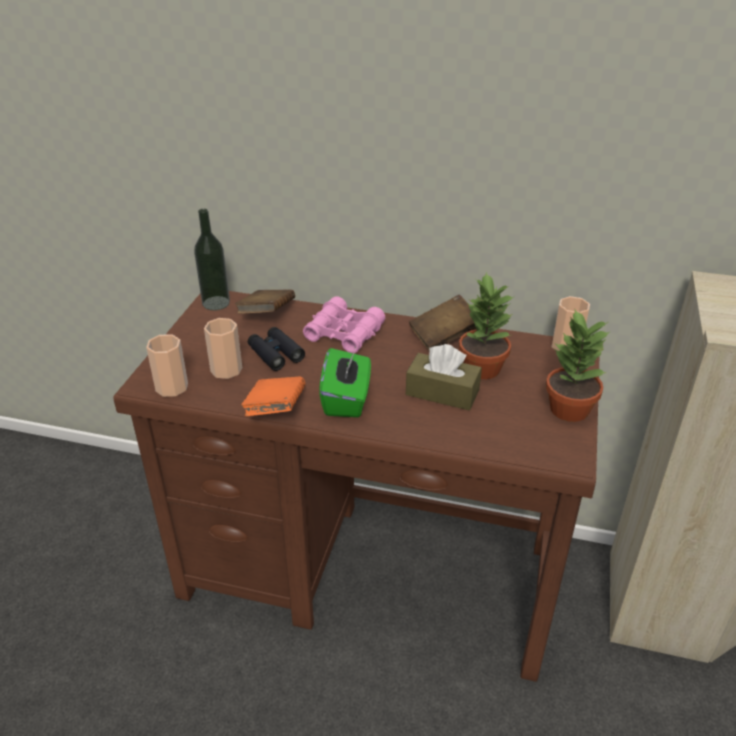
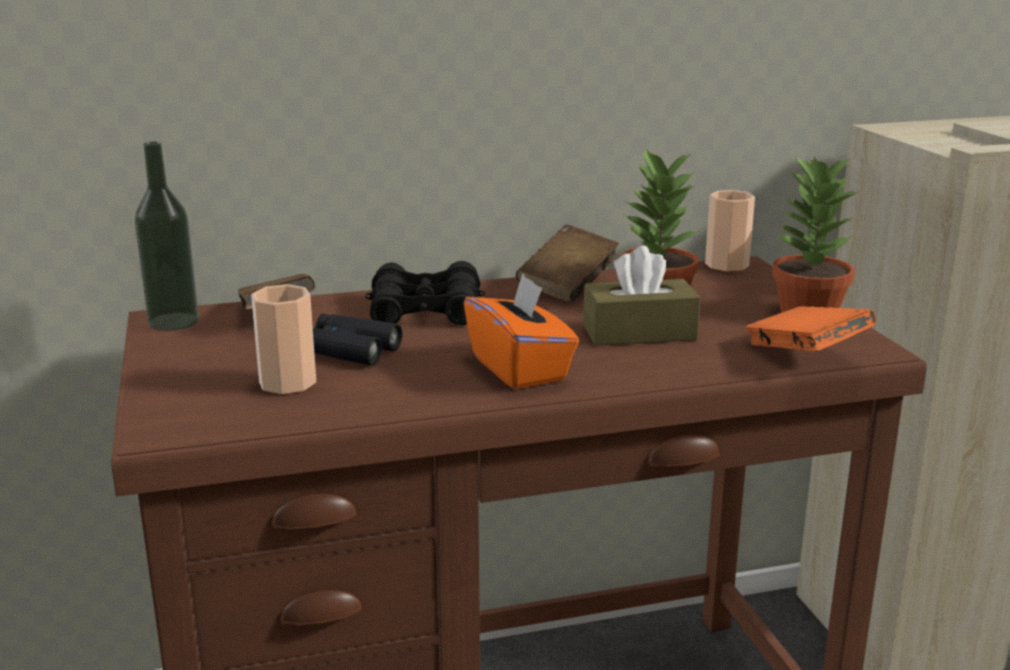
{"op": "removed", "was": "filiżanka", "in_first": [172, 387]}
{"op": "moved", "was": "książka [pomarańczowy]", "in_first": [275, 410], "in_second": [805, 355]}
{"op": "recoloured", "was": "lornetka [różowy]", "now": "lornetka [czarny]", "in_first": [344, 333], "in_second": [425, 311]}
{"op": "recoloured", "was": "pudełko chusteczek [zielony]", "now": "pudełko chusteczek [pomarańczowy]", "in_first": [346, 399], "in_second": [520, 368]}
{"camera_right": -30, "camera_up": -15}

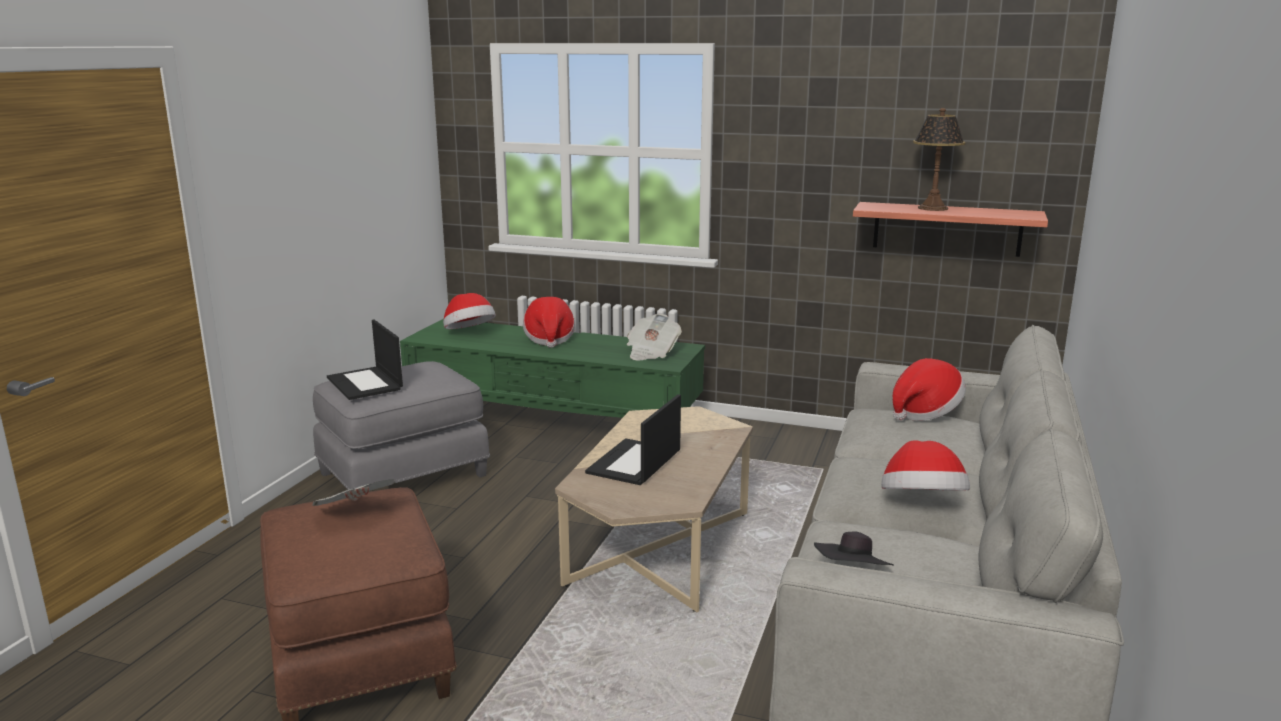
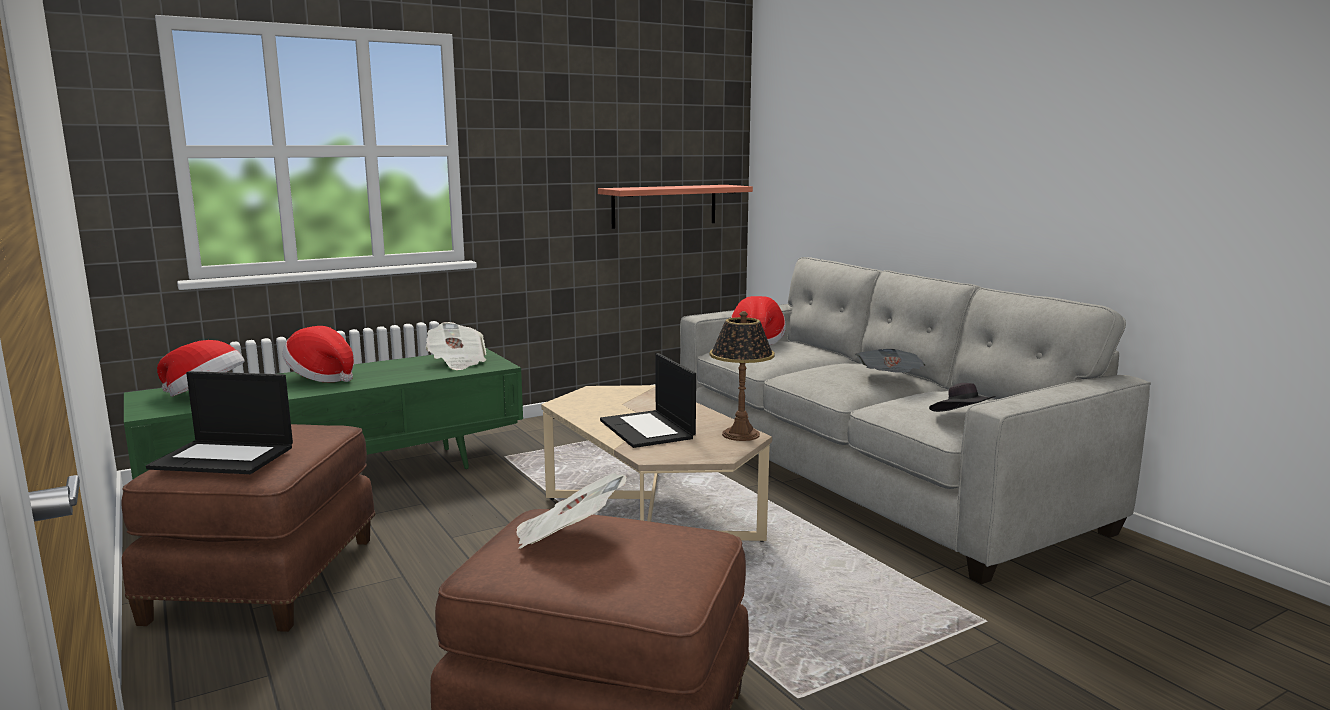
{"op": "moved", "was": "lampa stołowa", "in_first": [932, 208], "in_second": [740, 434]}
{"op": "replaced", "was": "kapelusz", "now": "gazeta", "in_first": [921, 504], "in_second": [889, 379]}
{"op": "recoloured", "was": "pufa [szary]", "now": "pufa [brązowy]", "in_first": [404, 475], "in_second": [268, 579]}
{"camera_right": -50, "camera_up": -5}

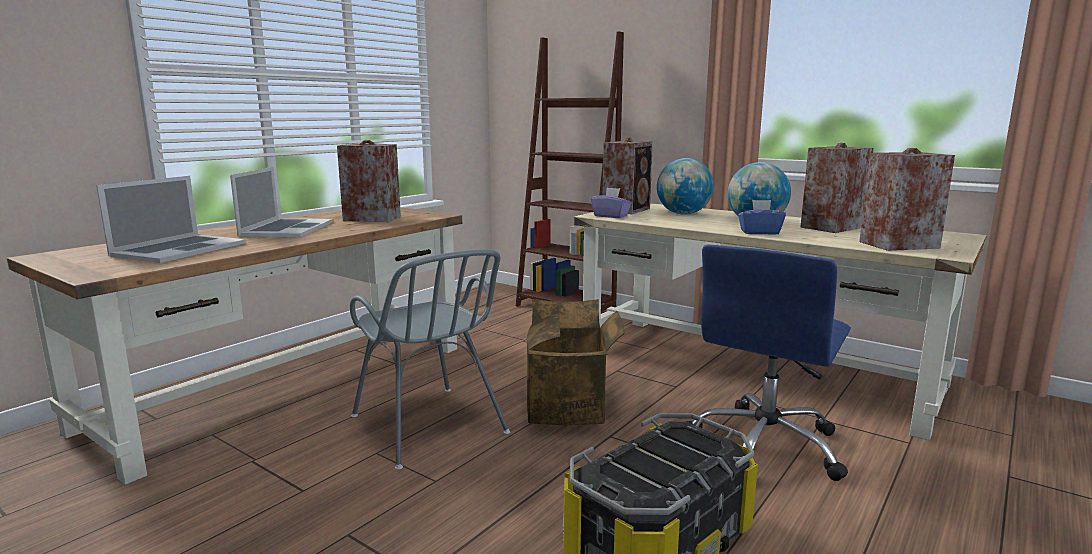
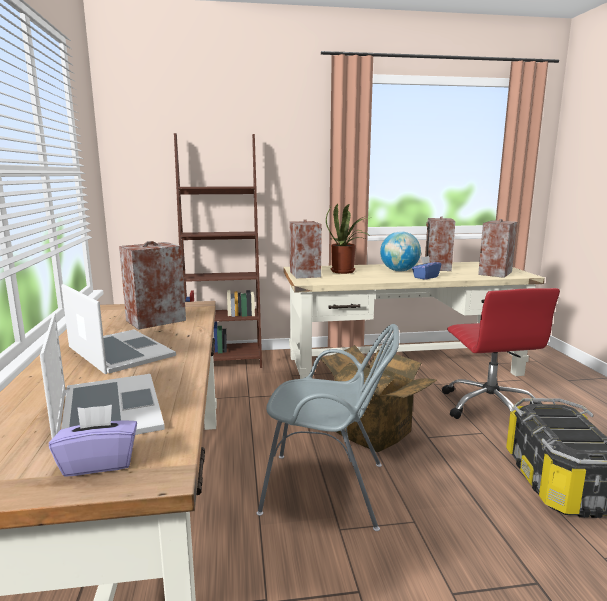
{"op": "moved", "was": "pudełko chusteczek [fioletowy]", "in_first": [611, 216], "in_second": [99, 462]}
{"op": "replaced", "was": "globus", "now": "roślina doniczkowa", "in_first": [683, 214], "in_second": [345, 271]}
{"op": "recoloured", "was": "krzesło biurowe [niebieski]", "now": "krzesło biurowe [czerwony]", "in_first": [765, 446], "in_second": [489, 407]}
{"camera_right": -45, "camera_up": 0}

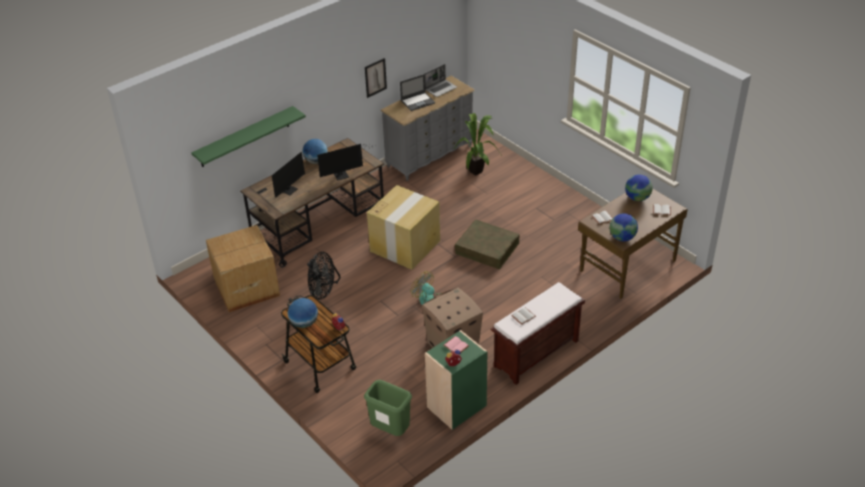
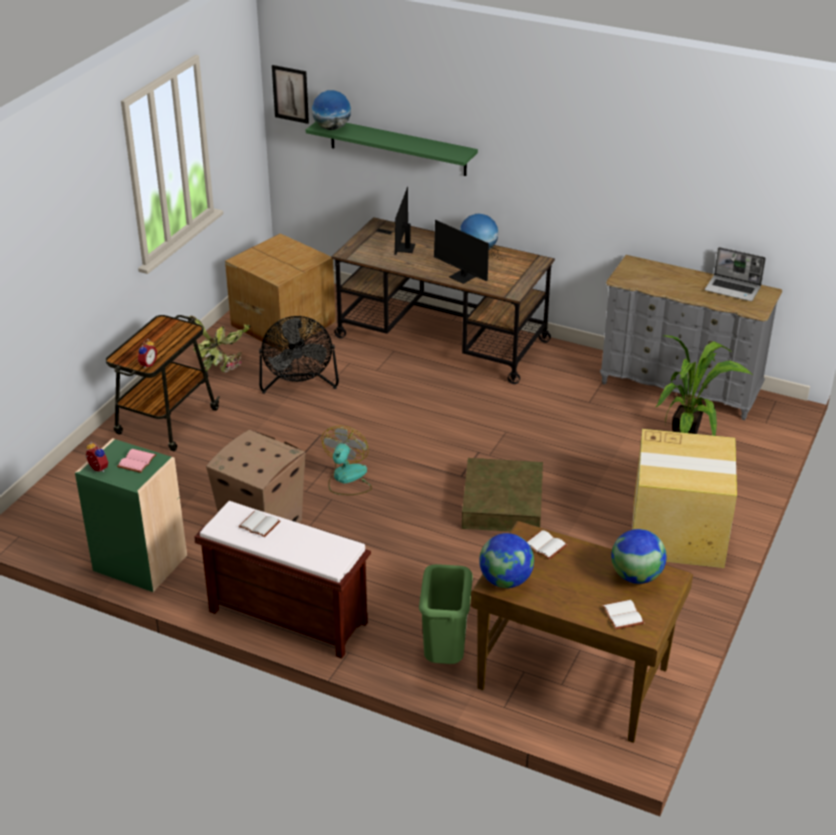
{"op": "removed", "was": "laptop", "in_first": [418, 101]}
{"op": "added", "now": "roślina doniczkowa", "in_second": [221, 366]}
{"op": "moved", "was": "globus", "in_first": [304, 323], "in_second": [332, 128]}
{"op": "moved", "was": "kosz na śmieci [zielony]", "in_first": [391, 430], "in_second": [445, 656]}
{"op": "moved", "was": "obraz", "in_first": [375, 77], "in_second": [290, 94]}
{"op": "moved", "was": "karton", "in_first": [405, 245], "in_second": [679, 532]}
{"op": "turned", "was": "monitor", "in_first": [291, 189], "in_second": [403, 249], "clockwise": 90}
{"camera_right": 65, "camera_up": -5}

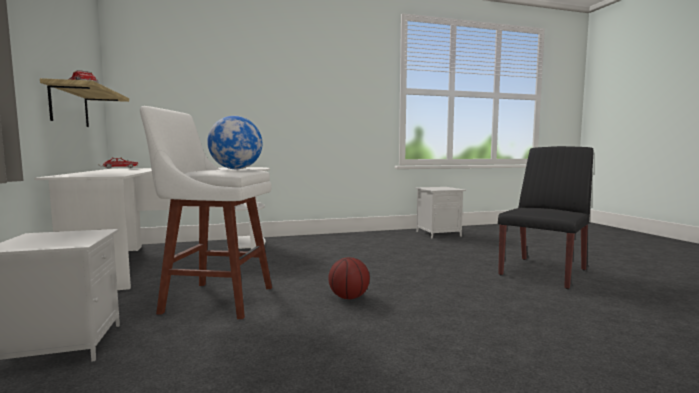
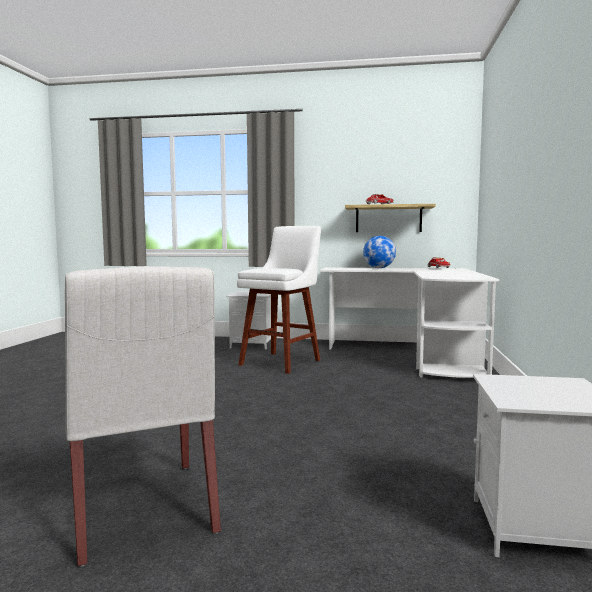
{"op": "removed", "was": "piłka do koszykówki", "in_first": [348, 297]}
{"op": "moved", "was": "globus", "in_first": [236, 169], "in_second": [379, 268]}
{"op": "recoloured", "was": "krzesło [czarny]", "now": "krzesło [biały]", "in_first": [543, 272], "in_second": [143, 509]}
{"camera_right": 115, "camera_up": 0}

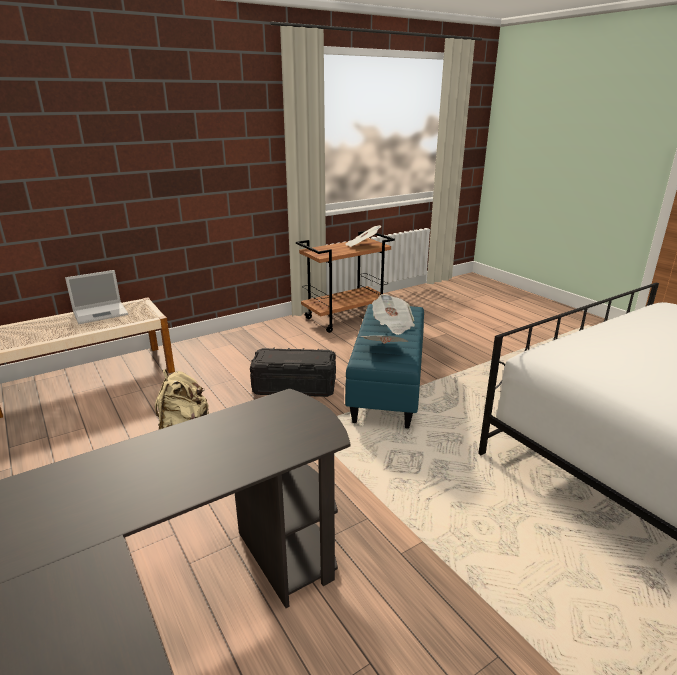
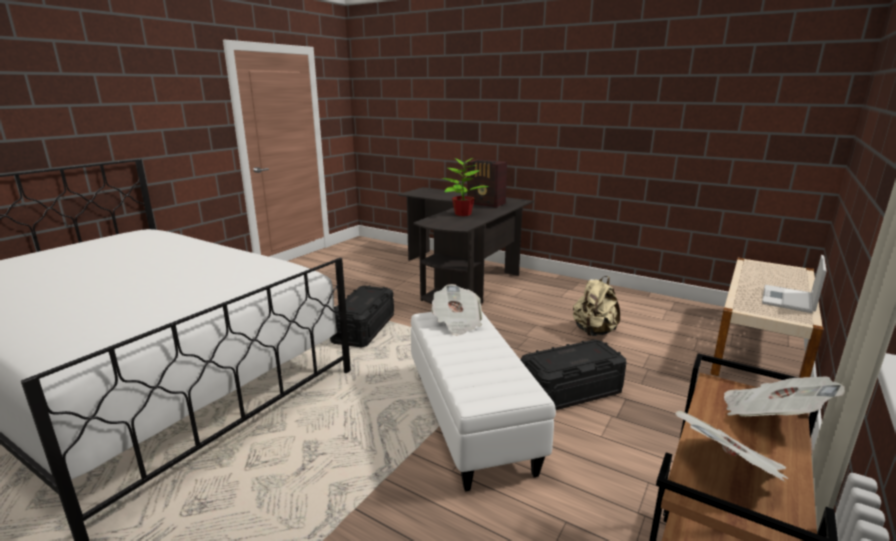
{"op": "added", "now": "pojemnik do przechowywania [czarny]", "in_second": [364, 329]}
{"op": "added", "now": "roślina doniczkowa", "in_second": [462, 214]}
{"op": "added", "now": "radio", "in_second": [486, 204]}
{"op": "moved", "was": "gazeta", "in_first": [393, 325], "in_second": [770, 417]}
{"op": "recoloured", "was": "pufa [niebieski]", "now": "pufa [biały]", "in_first": [386, 387], "in_second": [471, 419]}
{"camera_right": 155, "camera_up": -5}

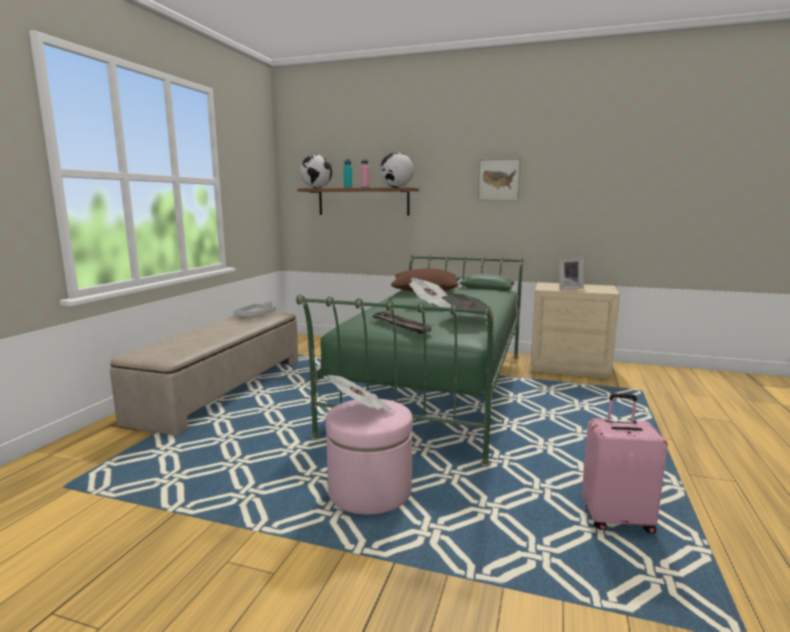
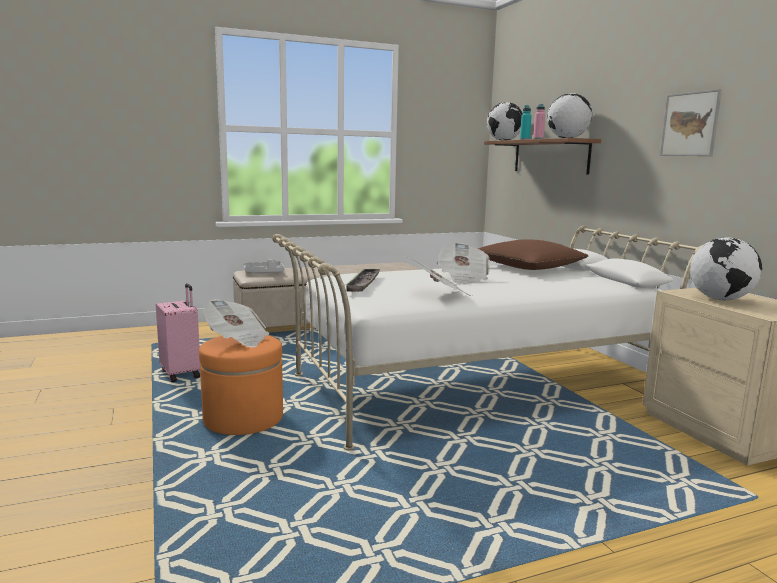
{"op": "moved", "was": "taca [szary]", "in_first": [256, 315], "in_second": [264, 273]}
{"op": "moved", "was": "walizka [różowy]", "in_first": [616, 519], "in_second": [182, 374]}
{"op": "replaced", "was": "ramka na zdjęcie", "now": "globus", "in_first": [568, 288], "in_second": [720, 299]}
{"op": "recoloured", "was": "łóżko [zielony]", "now": "łóżko [biały]", "in_first": [435, 390], "in_second": [478, 385]}
{"op": "recoloured", "was": "pufa [różowy]", "now": "pufa [pomarańczowy]", "in_first": [370, 491], "in_second": [243, 418]}
{"camera_right": 50, "camera_up": 0}

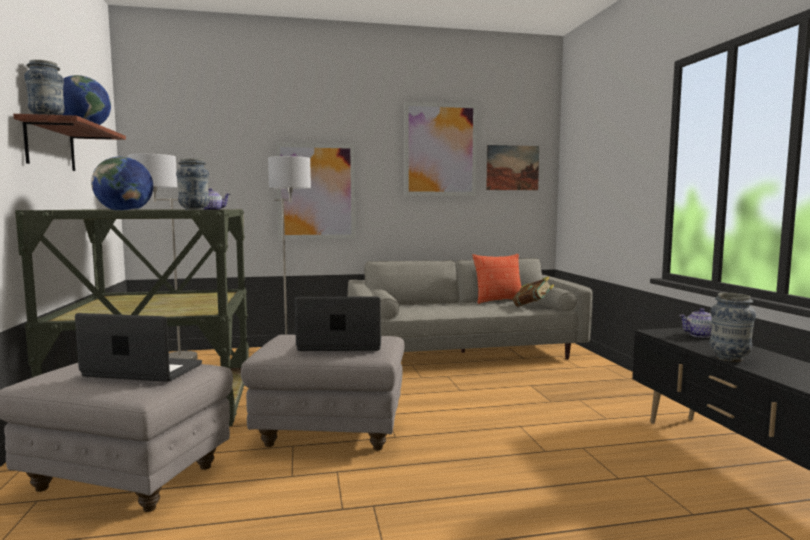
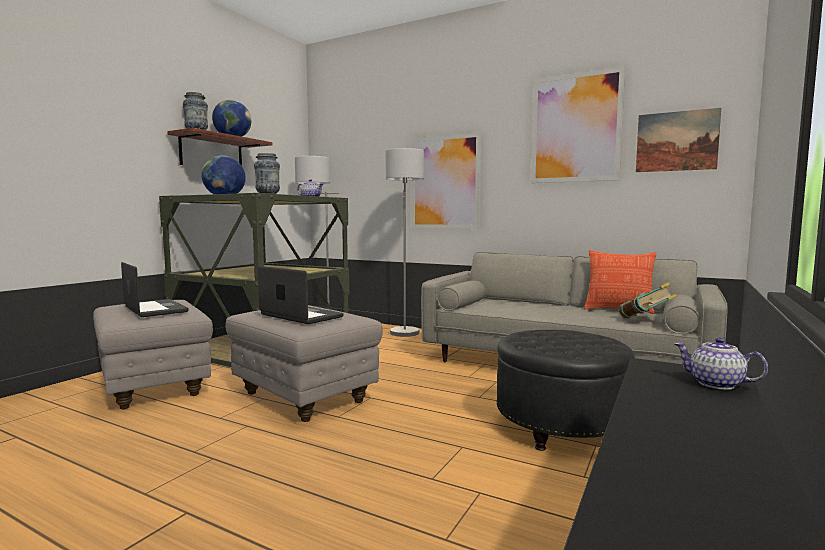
{"op": "removed", "was": "wazon", "in_first": [729, 358]}
{"op": "added", "now": "pufa [czarny]", "in_second": [560, 427]}
{"camera_right": 40, "camera_up": 0}

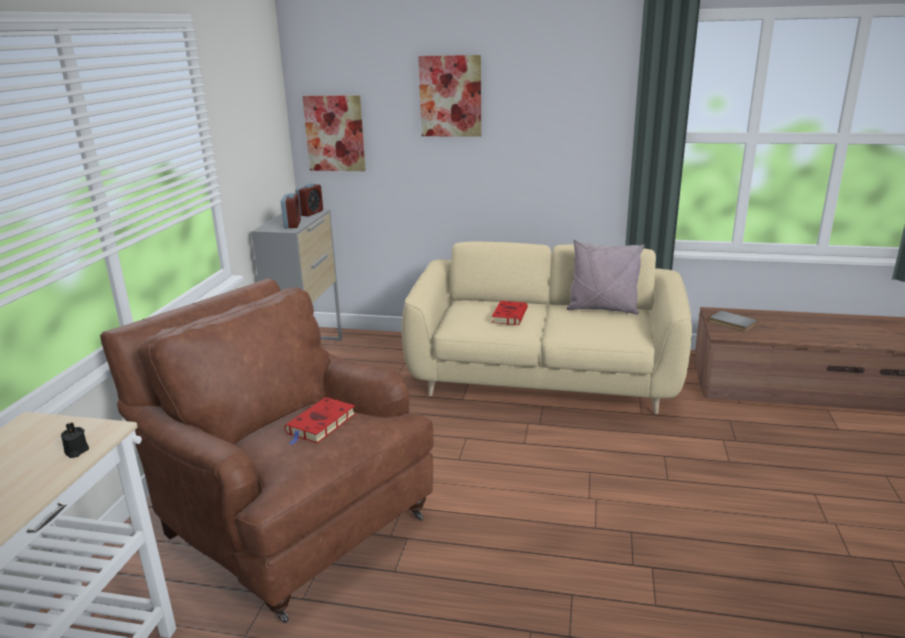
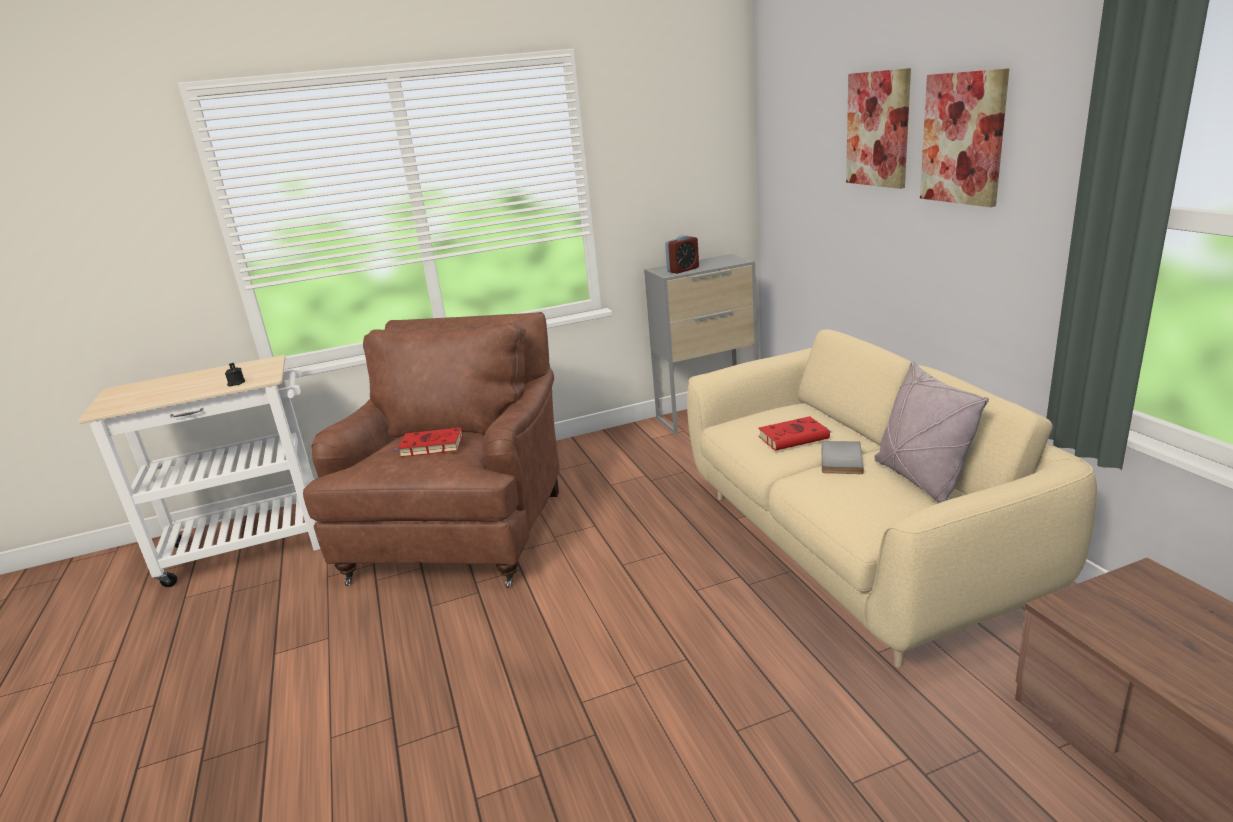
{"op": "removed", "was": "budzik", "in_first": [310, 213]}
{"op": "moved", "was": "obraz", "in_first": [335, 133], "in_second": [963, 138]}
{"op": "moved", "was": "książka [szary]", "in_first": [732, 323], "in_second": [839, 460]}
{"camera_right": 60, "camera_up": 0}

